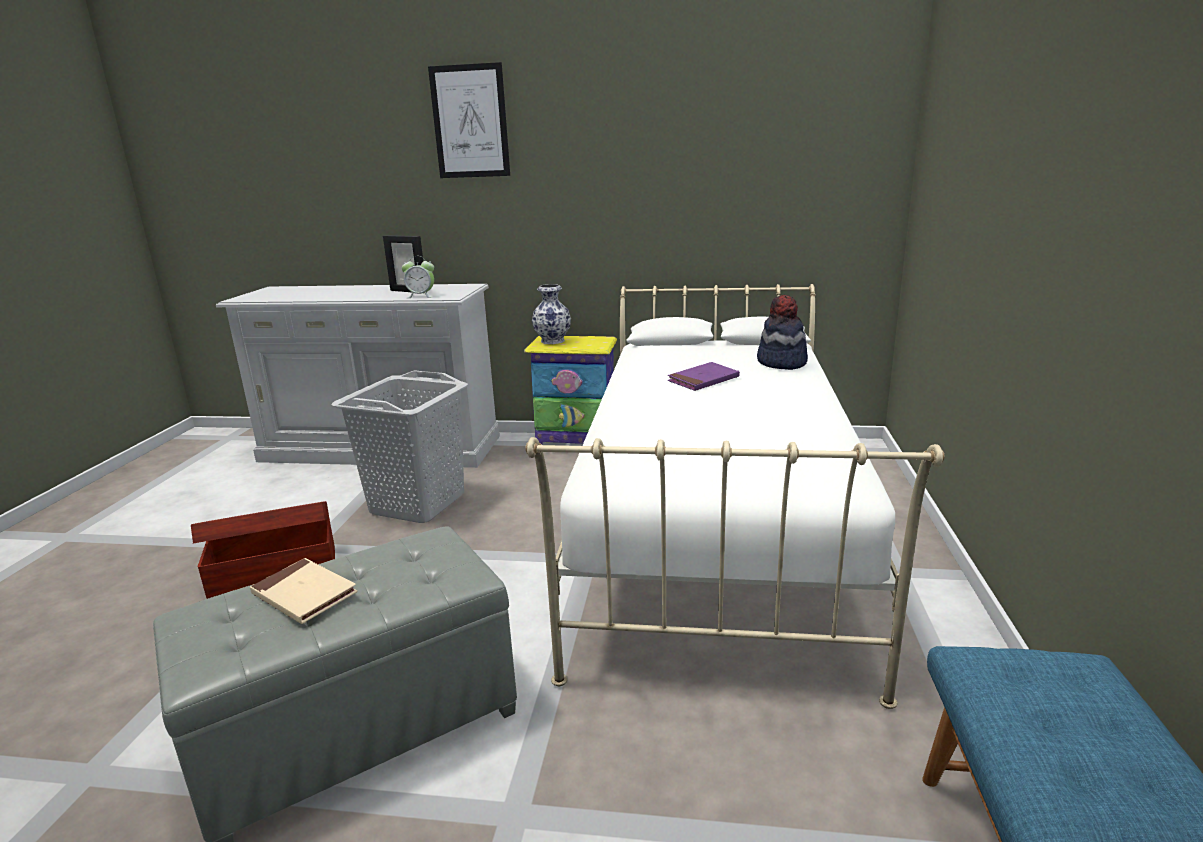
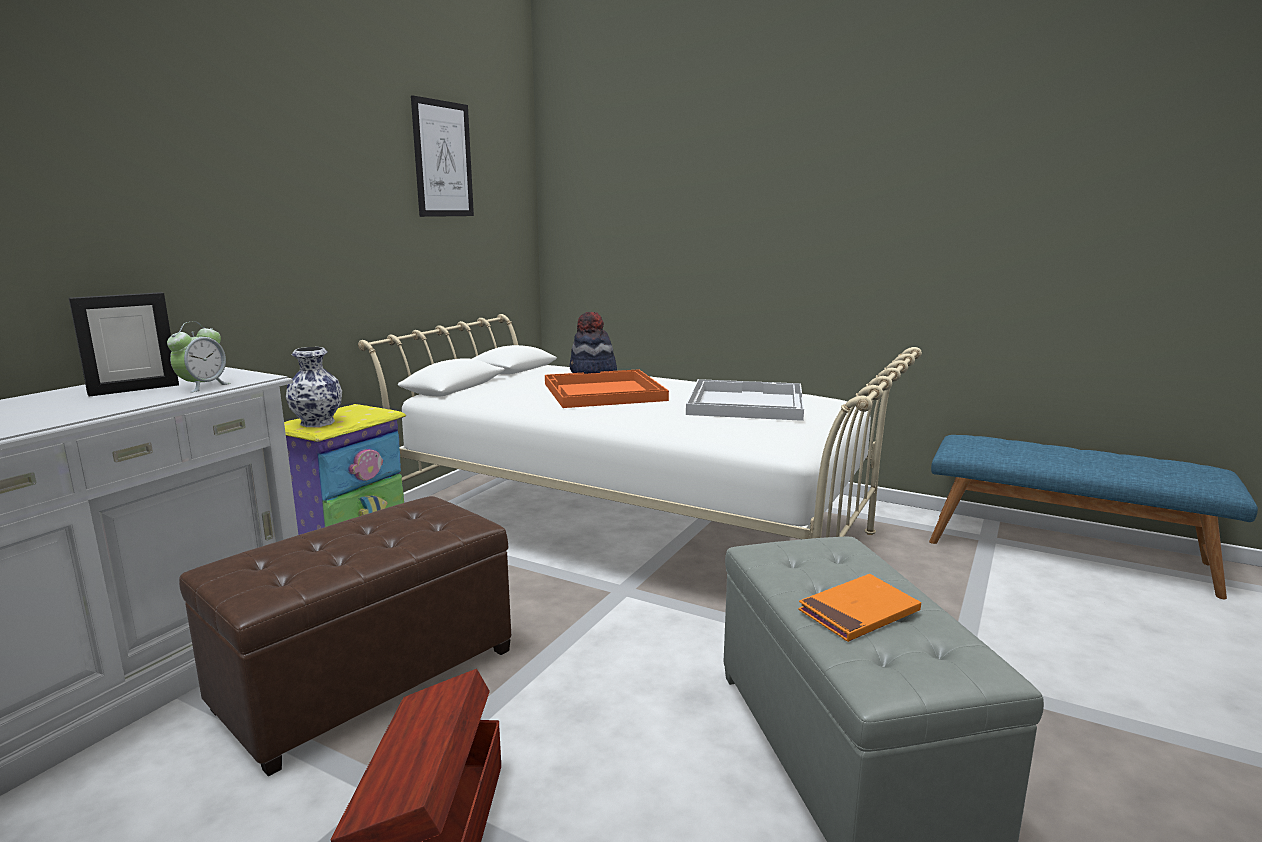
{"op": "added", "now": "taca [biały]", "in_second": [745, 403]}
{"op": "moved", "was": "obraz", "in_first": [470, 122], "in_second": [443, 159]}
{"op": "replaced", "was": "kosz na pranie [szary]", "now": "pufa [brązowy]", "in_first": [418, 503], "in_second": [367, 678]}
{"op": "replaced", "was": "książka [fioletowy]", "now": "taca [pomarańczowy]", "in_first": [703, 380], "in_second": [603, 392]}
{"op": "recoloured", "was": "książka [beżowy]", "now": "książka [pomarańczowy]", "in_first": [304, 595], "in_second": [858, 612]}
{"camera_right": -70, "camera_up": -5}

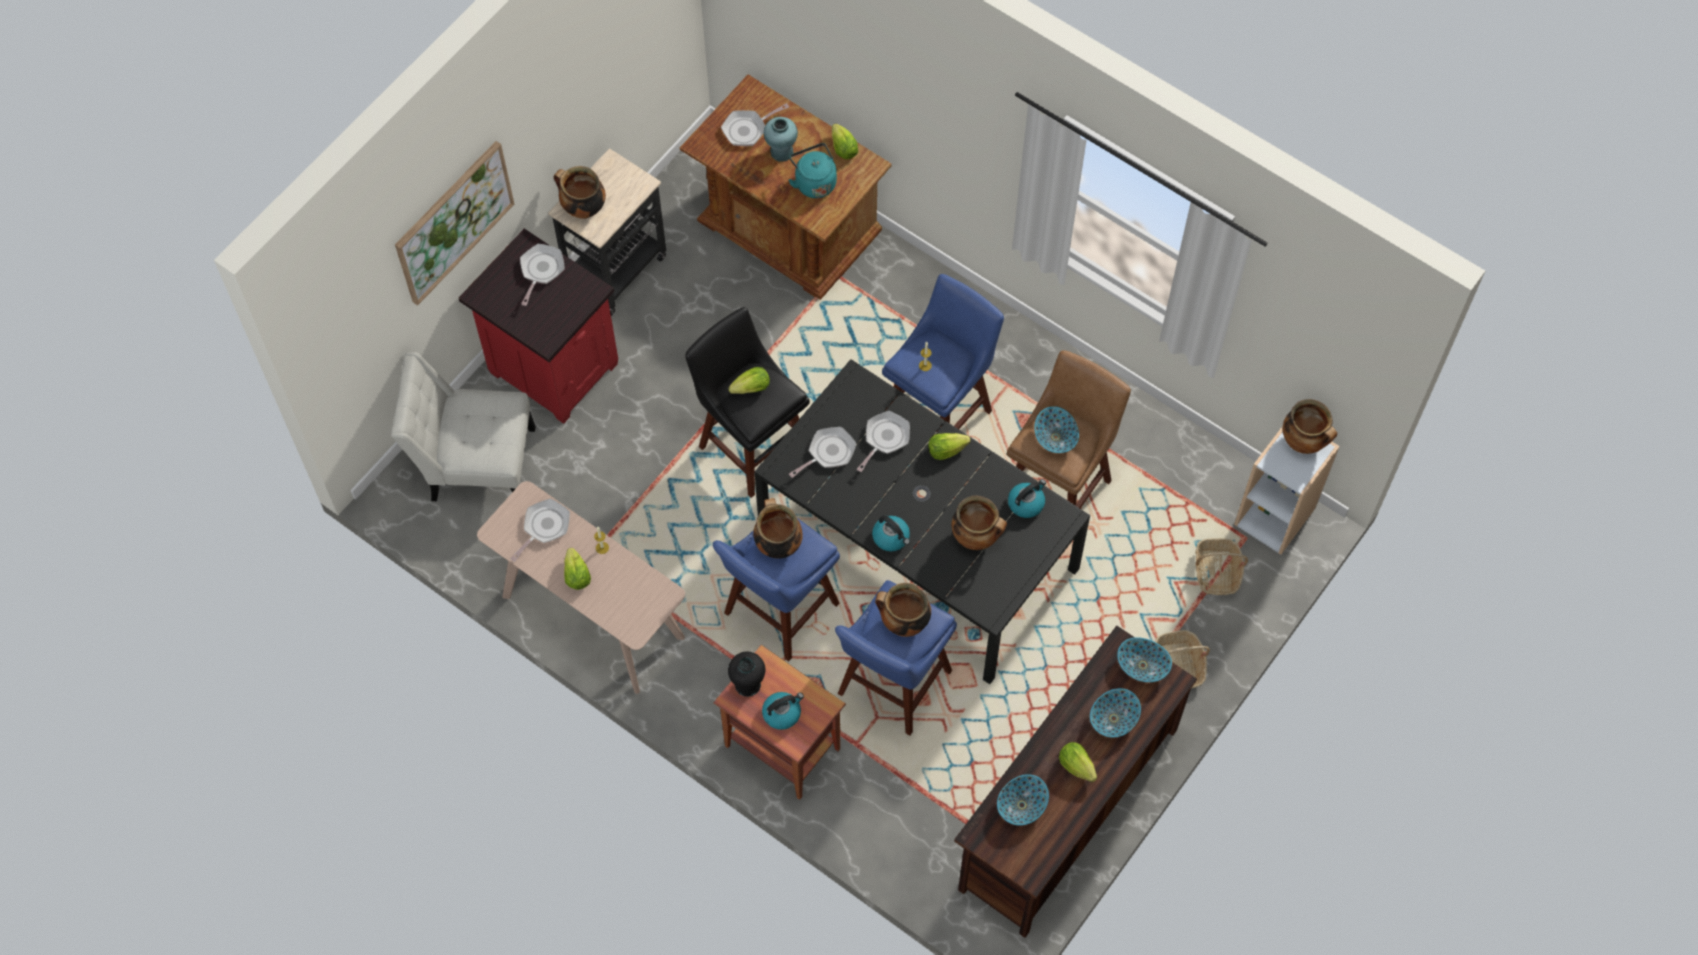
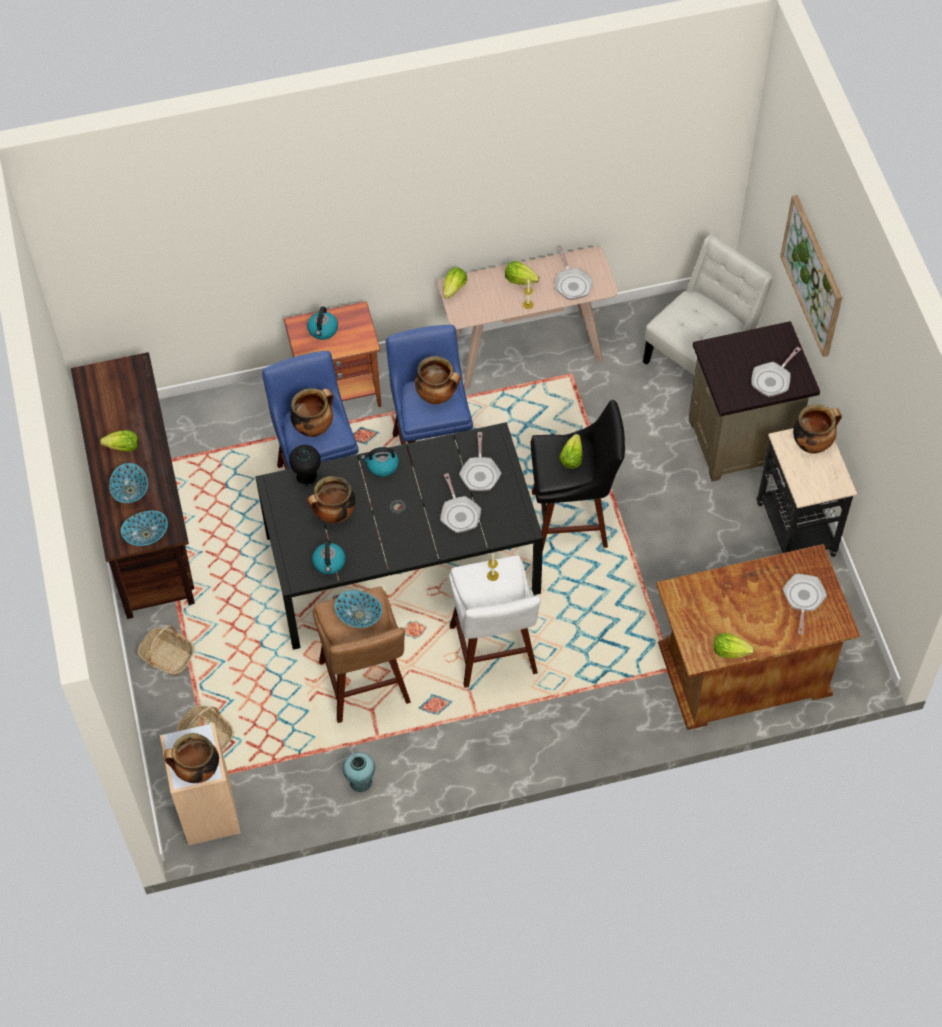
{"op": "removed", "was": "czajnik [turkusowy]", "in_first": [814, 182]}
{"op": "removed", "was": "miska", "in_first": [1021, 805]}
{"op": "moved", "was": "wazon [czarny]", "in_first": [747, 684], "in_second": [307, 477]}
{"op": "moved", "was": "wazon [turkusowy]", "in_first": [781, 152], "in_second": [360, 782]}
{"op": "moved", "was": "sałata", "in_first": [946, 450], "in_second": [454, 289]}
{"op": "recoloured", "was": "szafka [czerwony]", "now": "szafka [beżowy]", "in_first": [552, 366], "in_second": [743, 442]}
{"op": "recoloured", "was": "stołek [niebieski]", "now": "stołek [biały]", "in_first": [939, 412], "in_second": [494, 653]}
{"op": "turned", "was": "patelnia", "in_first": [541, 270], "in_second": [772, 379], "clockwise": 75}
{"camera_right": 130, "camera_up": -5}

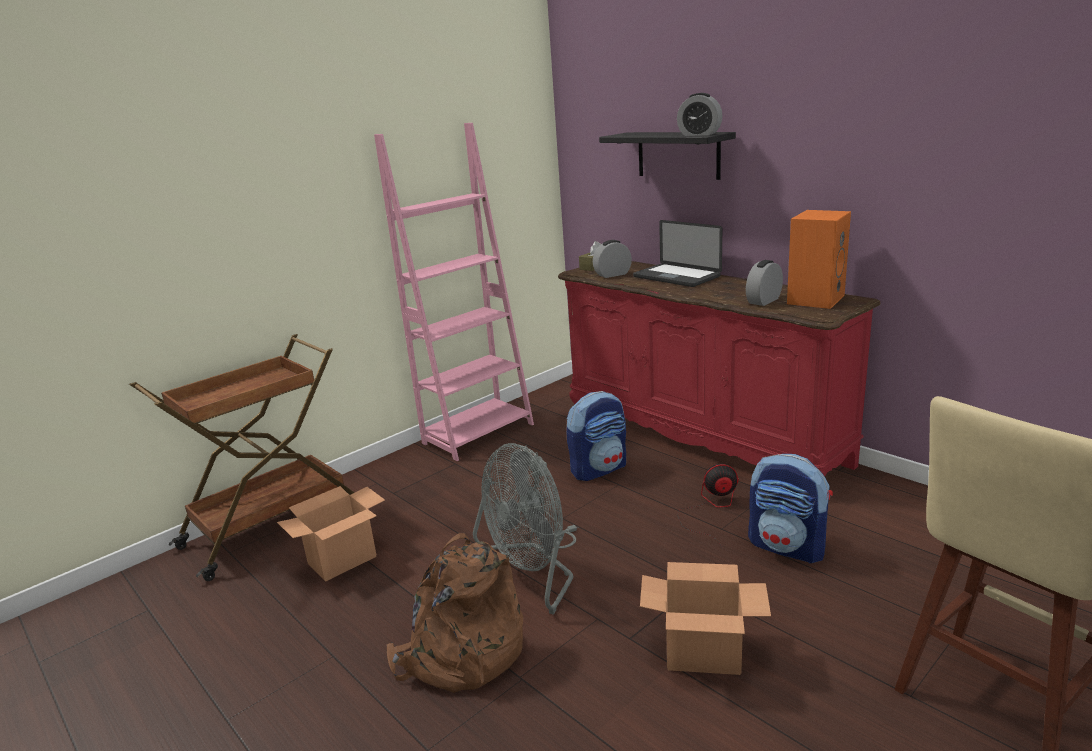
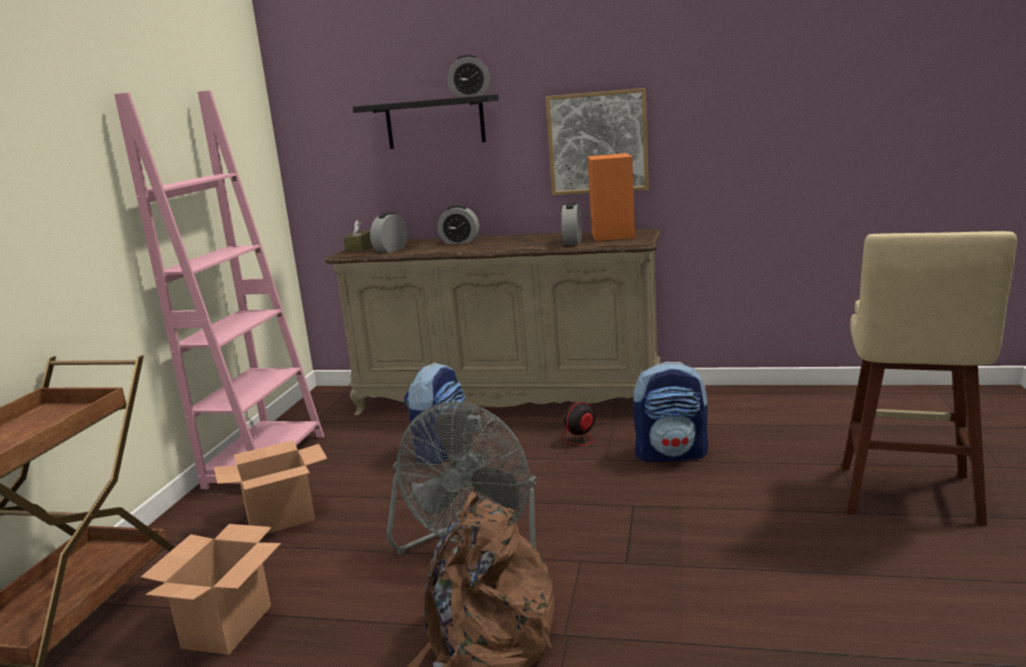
{"op": "added", "now": "obraz", "in_second": [597, 142]}
{"op": "moved", "was": "karton", "in_first": [704, 653], "in_second": [281, 518]}
{"op": "replaced", "was": "laptop", "now": "budzik", "in_first": [676, 277], "in_second": [460, 242]}
{"op": "recoloured", "was": "szafka [czerwony]", "now": "szafka [beżowy]", "in_first": [698, 437], "in_second": [506, 402]}
{"camera_right": -35, "camera_up": -5}

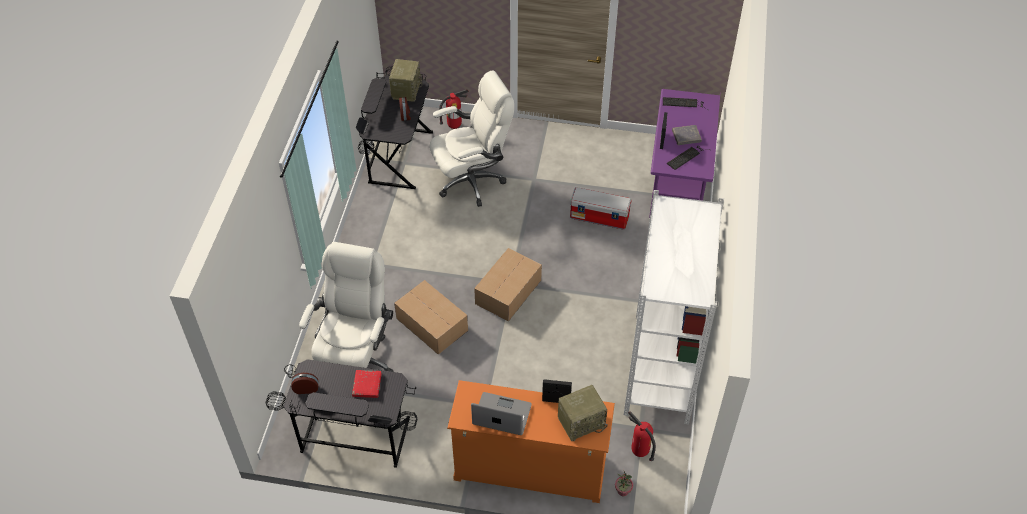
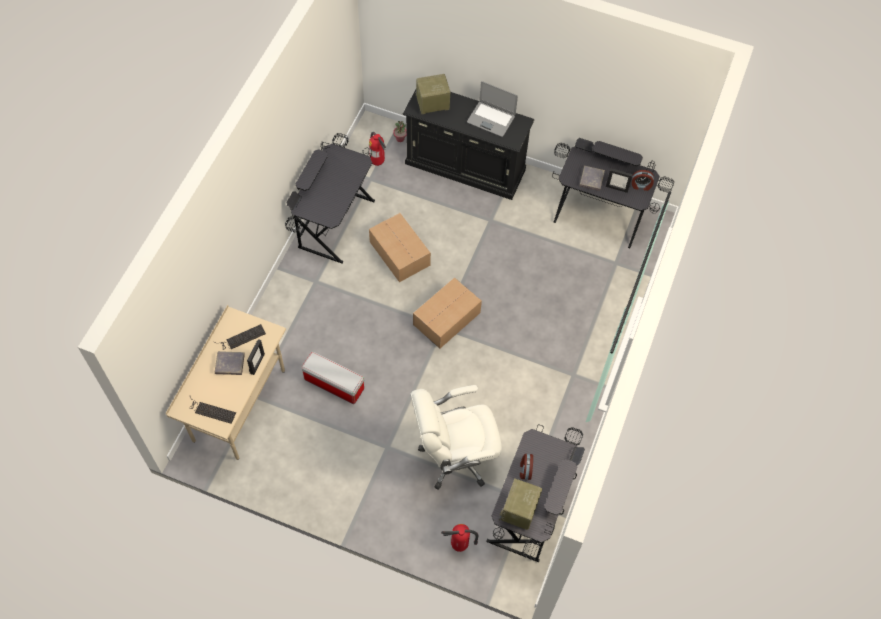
{"op": "removed", "was": "krzesło biurowe [biały]", "in_first": [356, 360]}
{"op": "moved", "was": "karton", "in_first": [431, 323], "in_second": [400, 254]}
{"op": "moved", "was": "ramka na zdjęcie", "in_first": [556, 401], "in_second": [617, 188]}
{"op": "replaced", "was": "regał [biały]", "now": "biurko [czarny]", "in_first": [661, 368], "in_second": [334, 223]}
{"op": "recoloured", "was": "książka [czerwony]", "now": "książka [szary]", "in_first": [367, 385], "in_second": [591, 179]}
{"op": "recoloured", "was": "szafka [pomarańczowy]", "now": "szafka [czarny]", "in_first": [529, 468], "in_second": [465, 166]}
{"op": "recoloured", "was": "biurko [fioletowy]", "now": "biurko [beżowy]", "in_first": [677, 186], "in_second": [239, 406]}
{"camera_right": -170, "camera_up": 10}

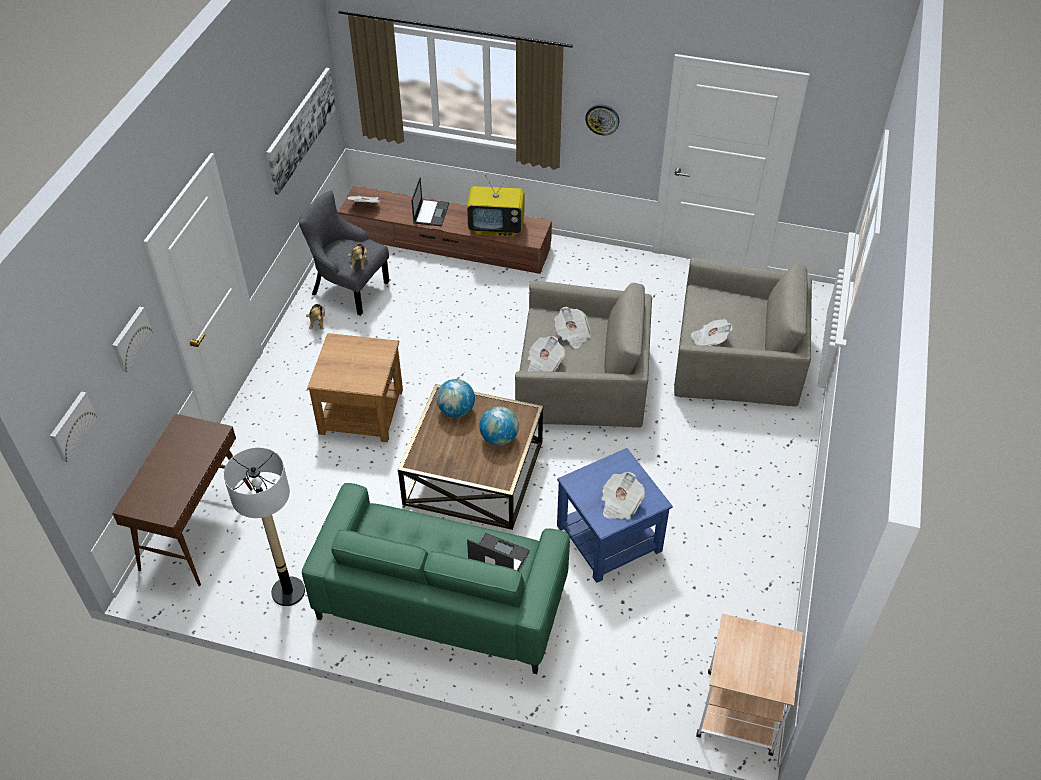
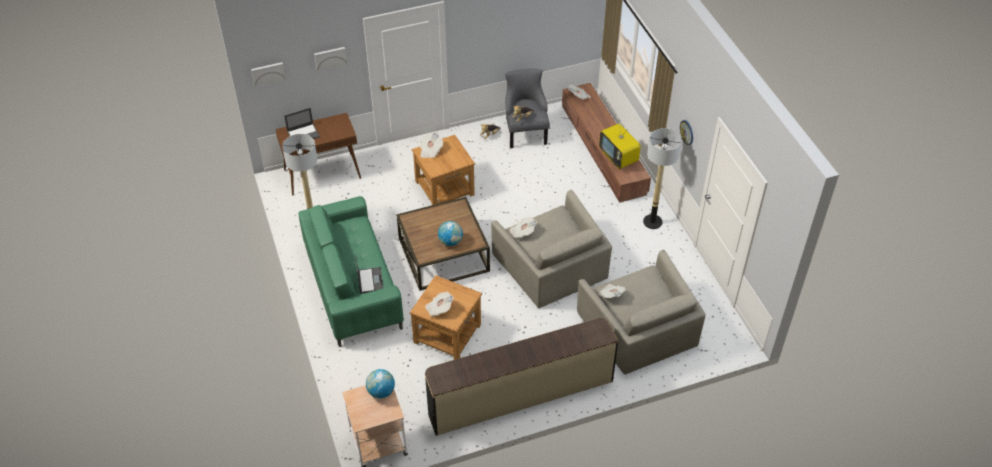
{"op": "removed", "was": "obraz", "in_first": [301, 129]}
{"op": "added", "now": "szafka [czarny]", "in_second": [520, 395]}
{"op": "added", "now": "lampa stojąca", "in_second": [652, 222]}
{"op": "moved", "was": "laptop", "in_first": [431, 213], "in_second": [303, 134]}
{"op": "moved", "was": "globus", "in_first": [456, 410], "in_second": [381, 391]}
{"op": "moved", "was": "gazeta", "in_first": [572, 335], "in_second": [430, 151]}
{"op": "recoloured", "was": "stolik [niebieski]", "now": "stolik [brązowy]", "in_first": [609, 538], "in_second": [447, 333]}
{"camera_right": 55, "camera_up": 0}

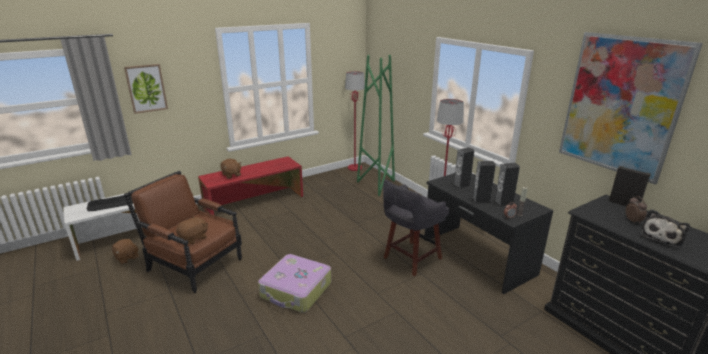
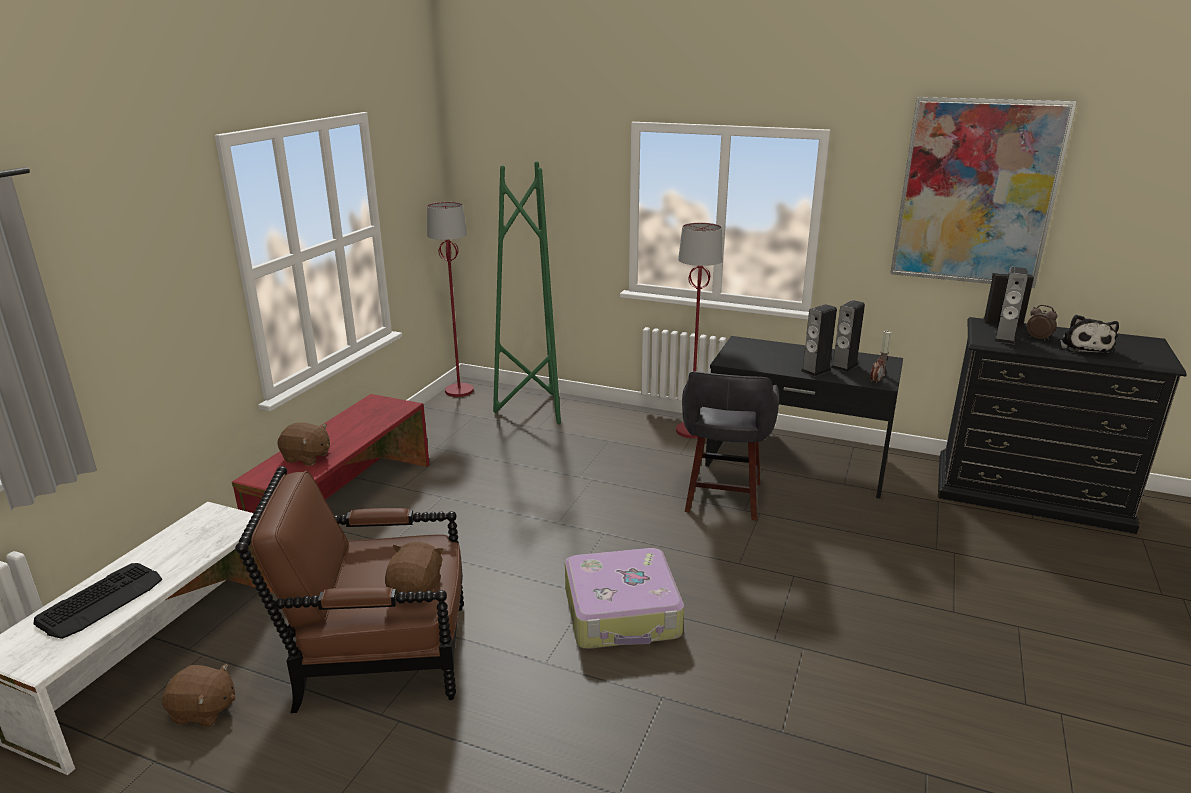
{"op": "removed", "was": "obraz", "in_first": [146, 88]}
{"op": "moved", "was": "głośnik", "in_first": [461, 186], "in_second": [1004, 338]}
{"camera_right": -35, "camera_up": 0}

